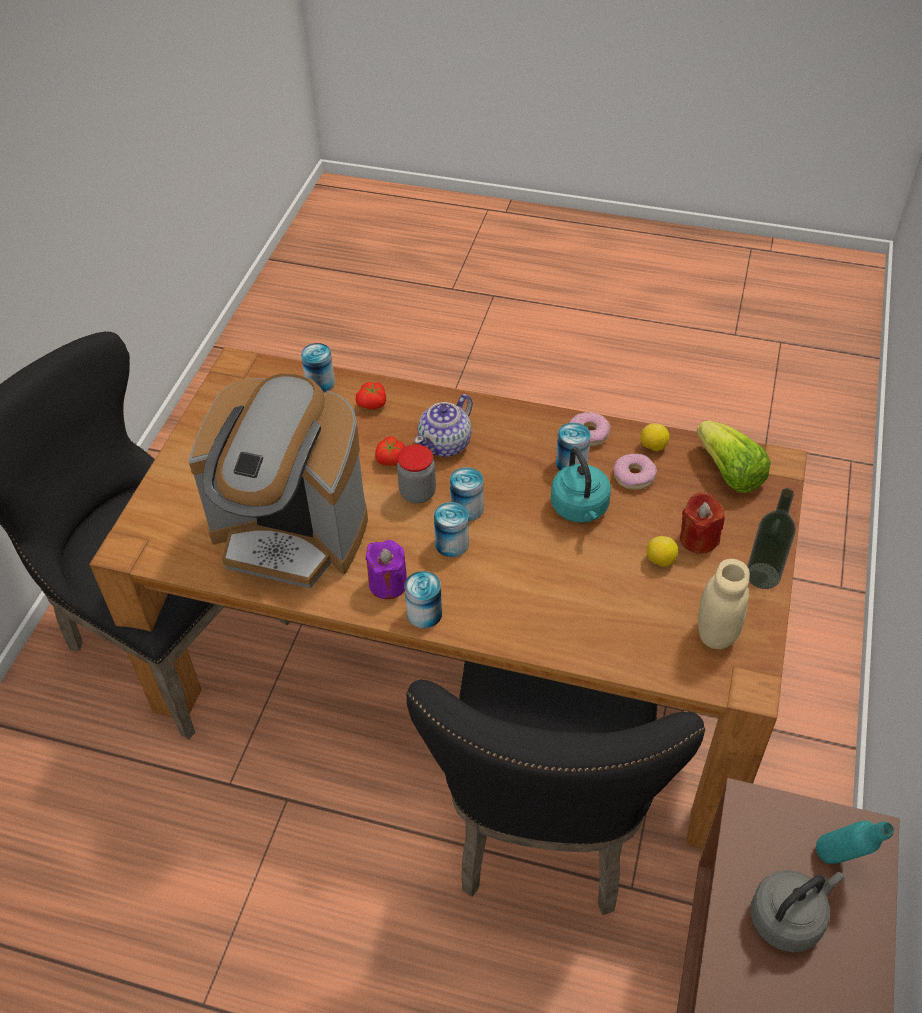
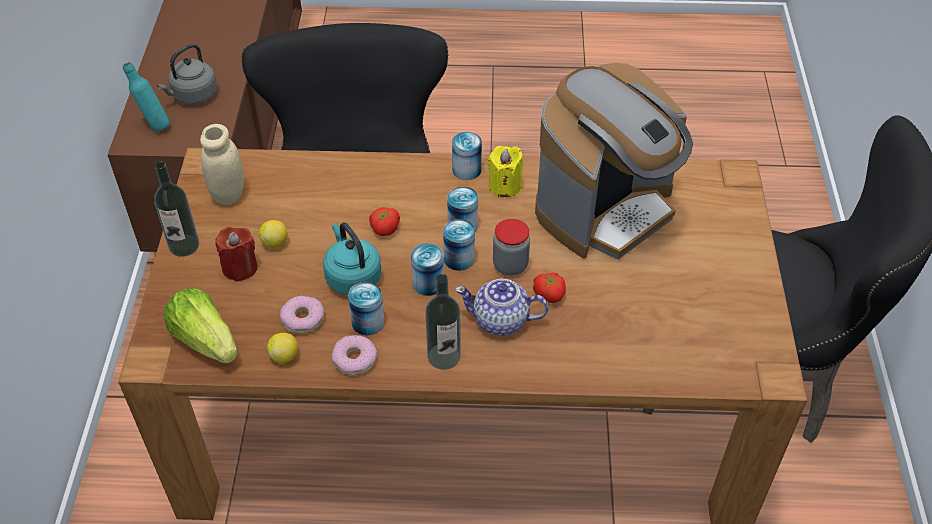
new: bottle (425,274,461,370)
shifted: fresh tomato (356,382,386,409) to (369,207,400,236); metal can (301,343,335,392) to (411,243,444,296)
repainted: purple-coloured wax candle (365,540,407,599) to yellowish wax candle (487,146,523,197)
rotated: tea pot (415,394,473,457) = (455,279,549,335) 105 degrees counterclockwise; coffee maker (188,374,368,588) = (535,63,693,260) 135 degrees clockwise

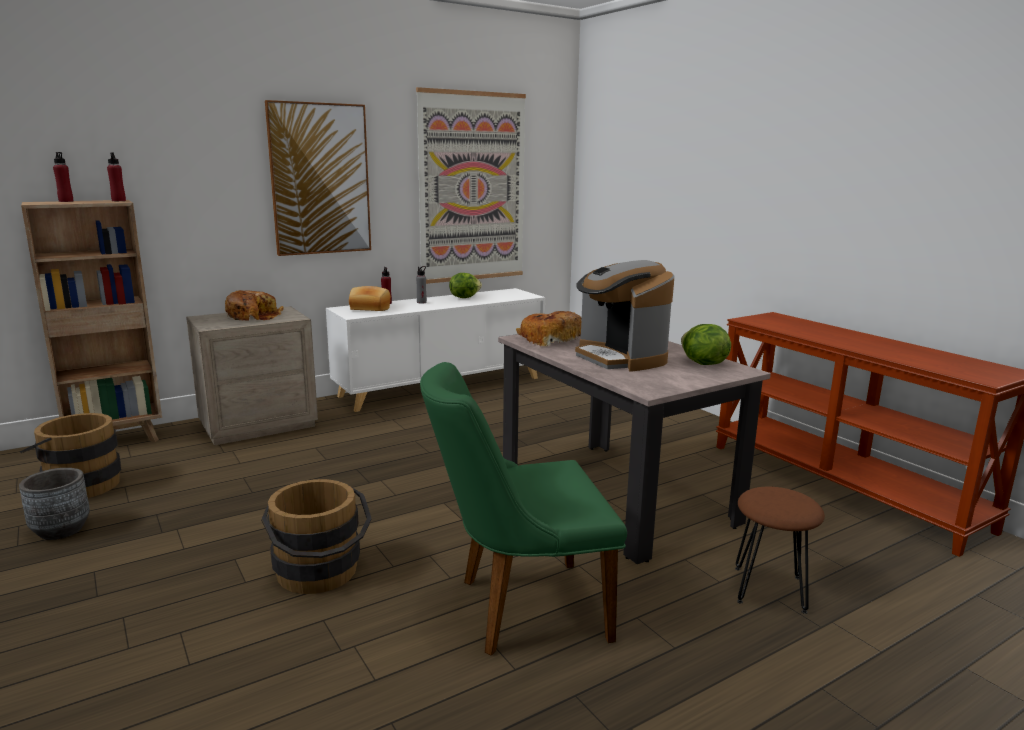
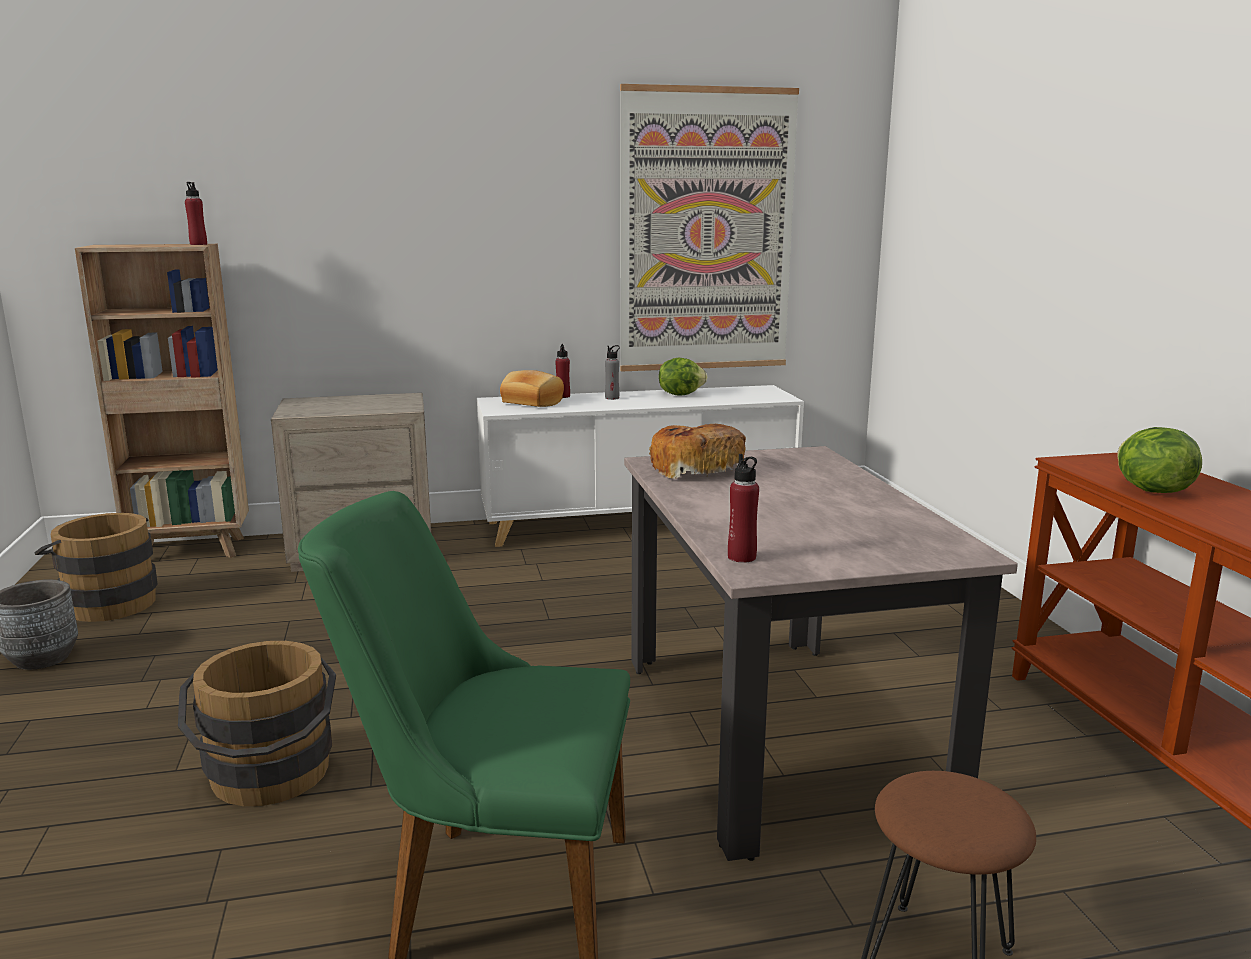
gone: bakery bread (225,290,283,321); picture (265,100,371,256); coffee maker (575,260,674,372)
shifted: red-coloured bottle (53,152,73,202) to (728,454,759,563); lettuce head (681,324,731,365) to (1118,427,1202,493)

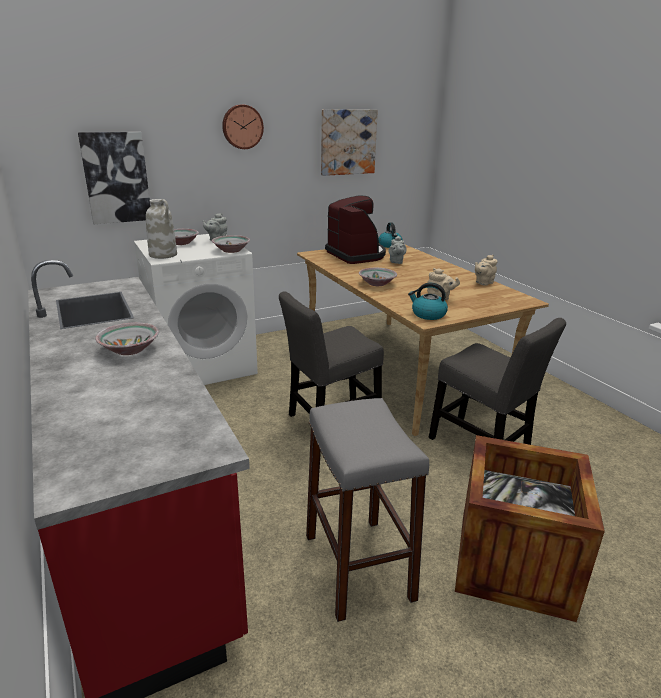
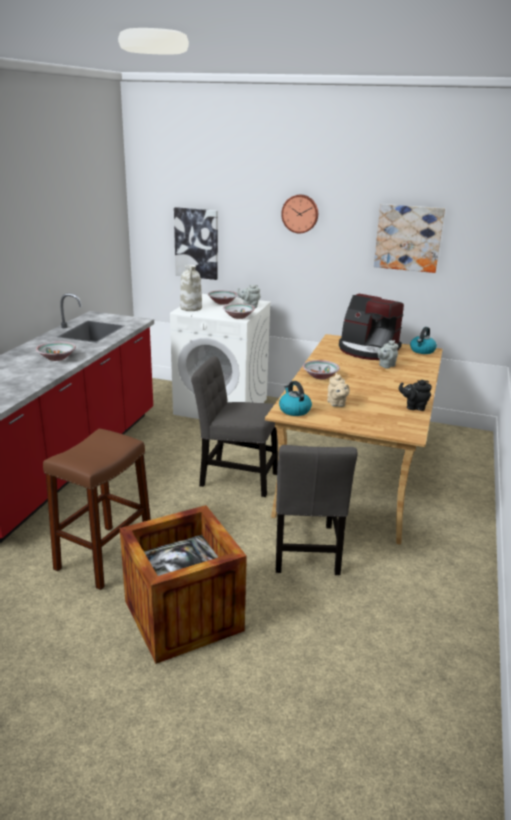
repainted: grey sitting stool (306,398,429,622) to brownish sitting stool (43,429,151,590); beige tea pot (475,255,498,286) to black-coloured tea pot (399,380,432,411)
rotated: coffee maker (325,195,386,264) = (339,294,404,360) 105 degrees clockwise

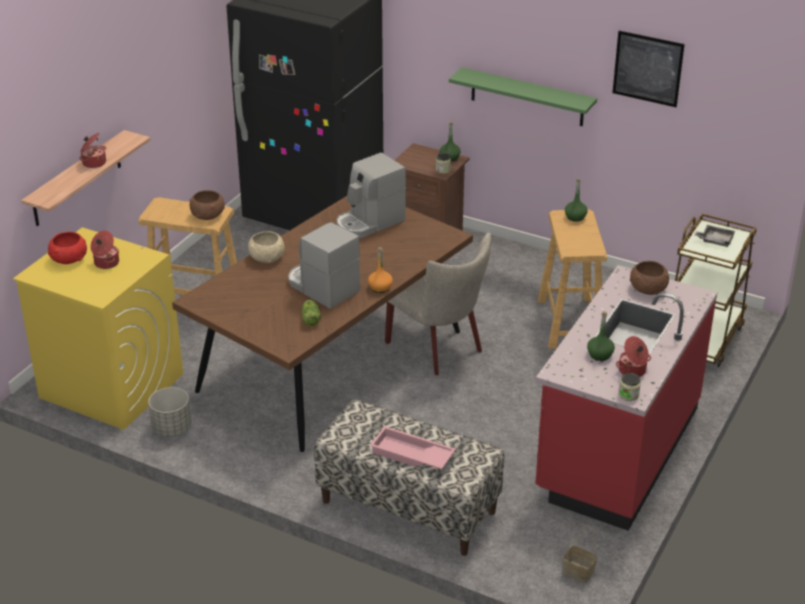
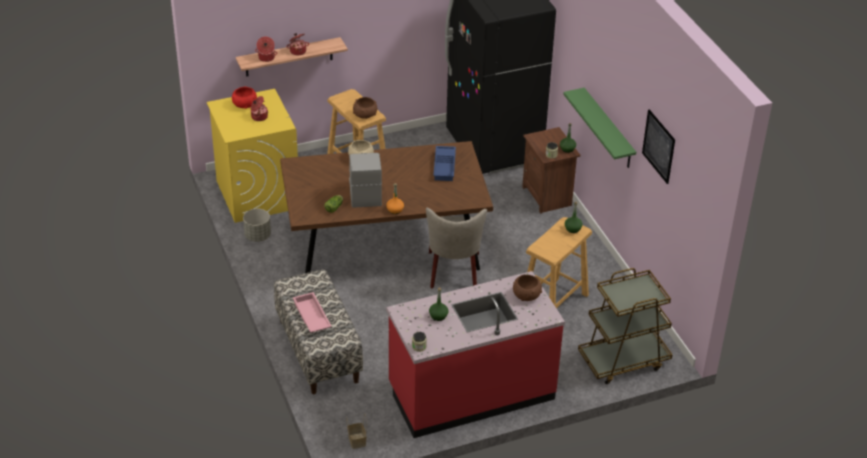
gone: grey serving tray (694,225,735,247)
shifted: saucepot (616,336,651,377) to (255,37,277,62)
swapped: coffee maker (337,152,406,238) to blue-coloured serving tray (433,146,456,181)

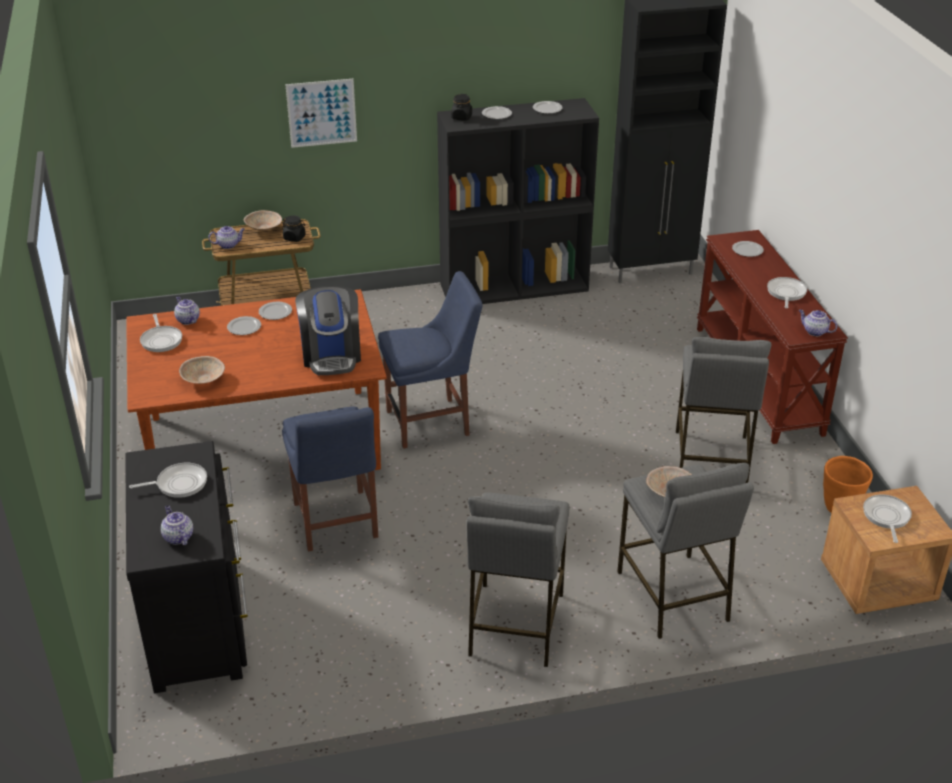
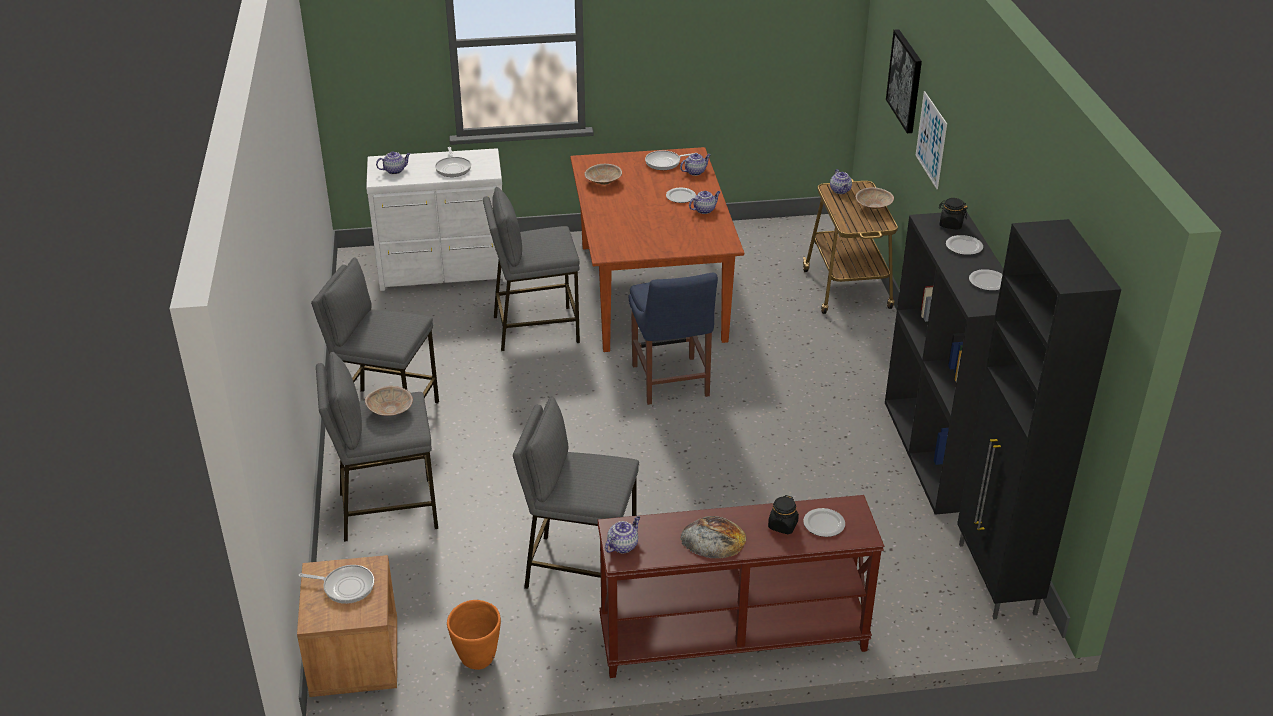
gone: coffee maker (295,286,361,375)
new: picture (886,29,922,133)
shifted: black-coloured jar (282,215,306,242) to (768,495,799,534)
swapped: blue-coloured chair (282,407,378,552) to grey sitting stool (483,187,580,351); skillet (767,277,807,308) to bakery bread (680,516,746,559); flat dish (259,302,292,320) to tea pot (689,191,720,214)
repainted: black-coloured drawer chest (125,441,248,693) to whitish drawer chest (366,148,507,291)

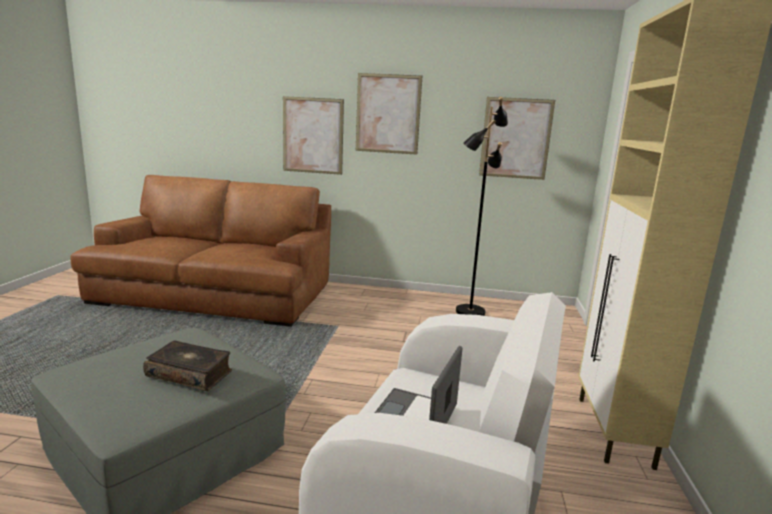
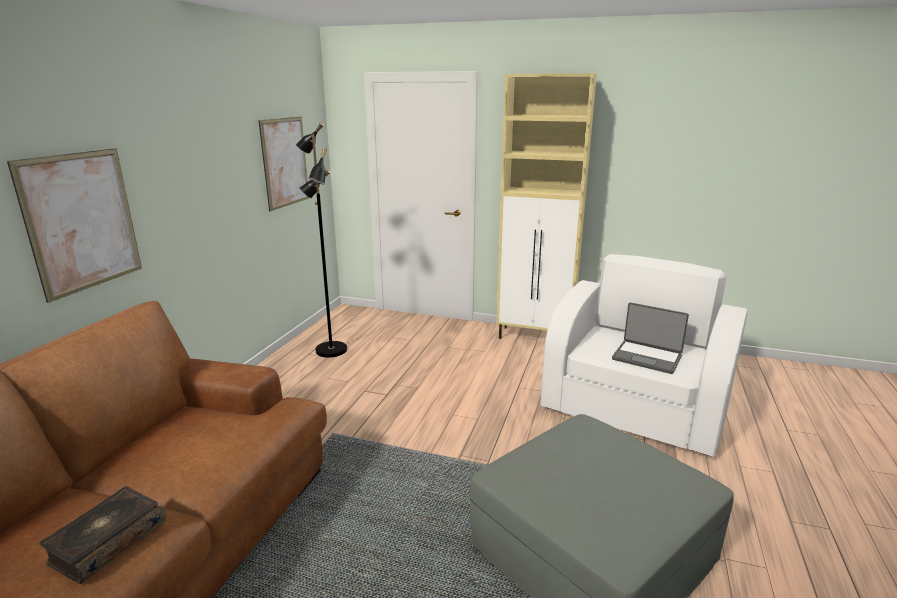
gone: picture (356,73,422,155)
shifted: volume (143,340,232,391) to (39,486,166,584)

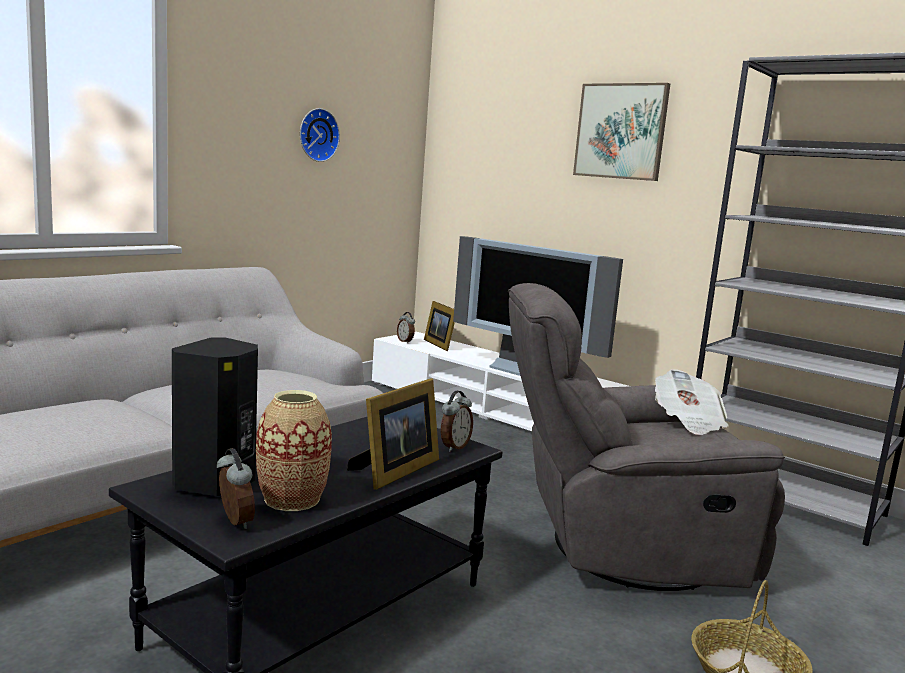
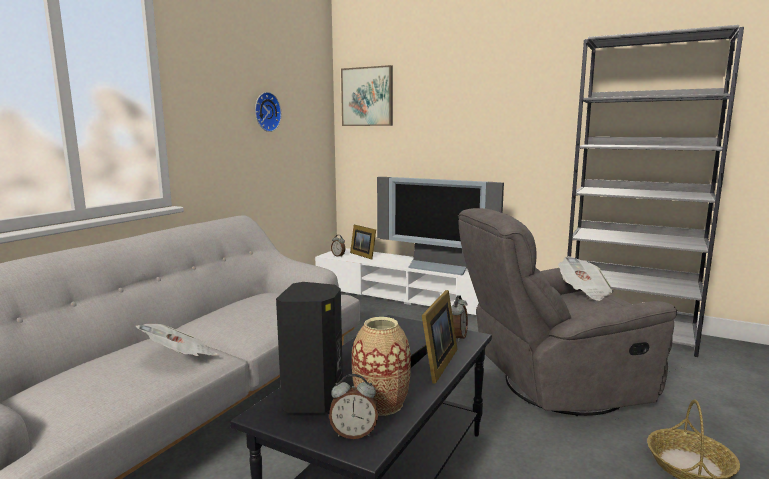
new: newspaper (136,324,219,356)
shifted: picture (573,83,670,181) to (341,65,393,126)
rotated: alarm clock (217,448,255,529) = (329,374,378,439) 135 degrees clockwise

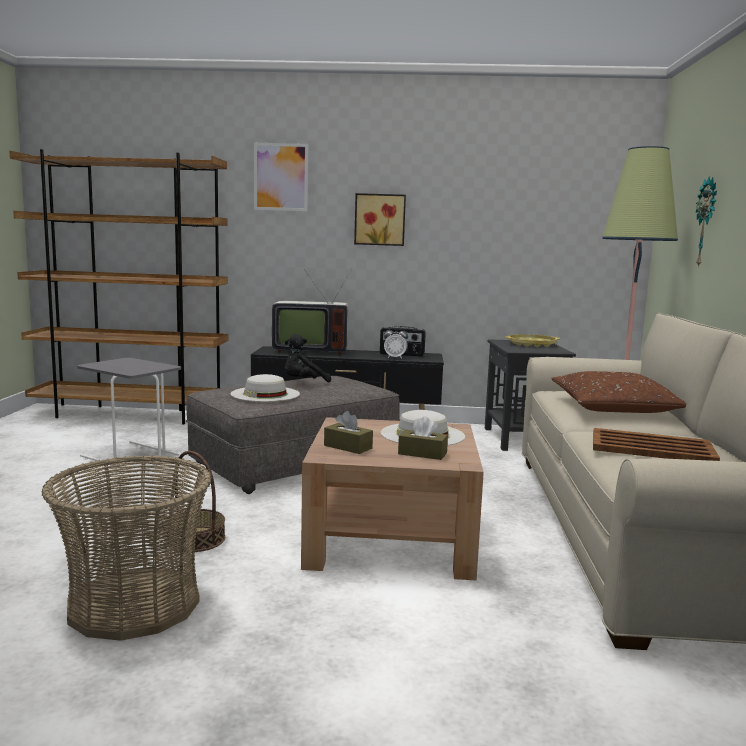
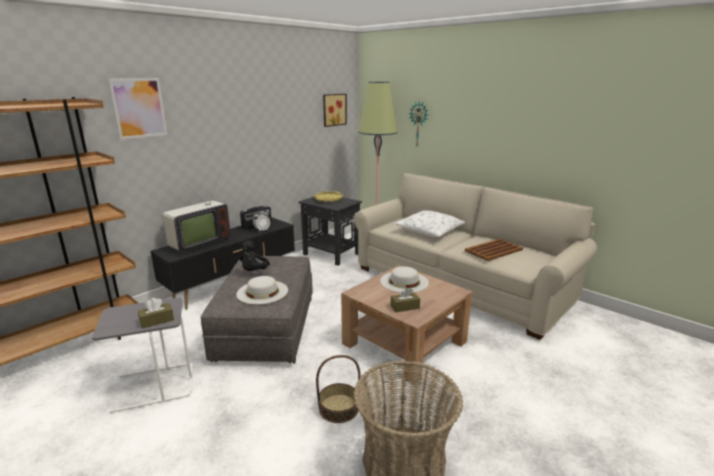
shifted: brownish tissue holder (398,416,448,460) to (138,298,174,329); picture (354,193,406,246) to (323,94,347,127)
repainted: brownish throw pillow (552,371,686,413) to whitish throw pillow (394,210,465,237)

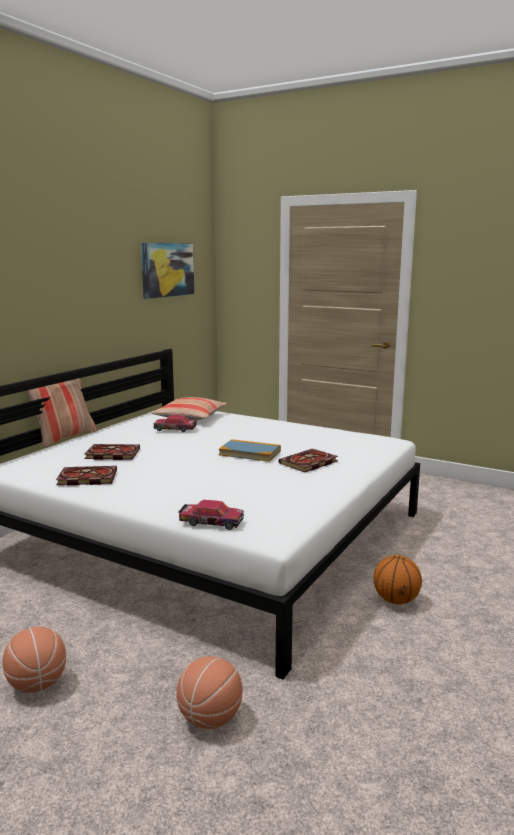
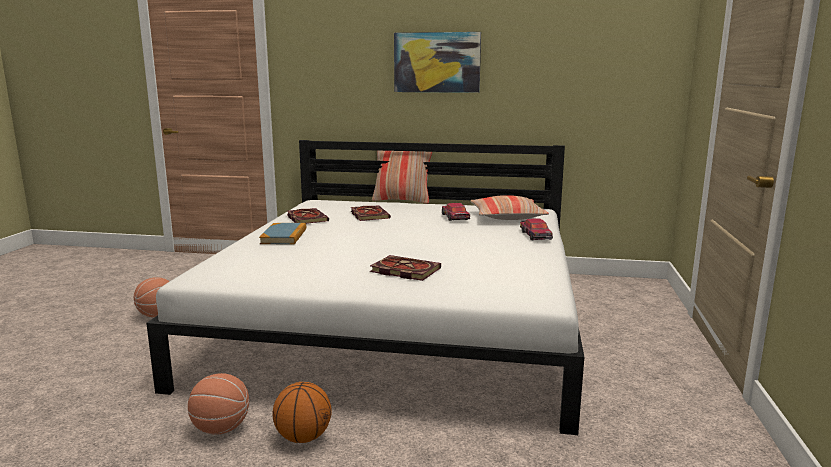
shifted: basketball ball (176,656,242,729) to (188,373,249,435); volume (219,439,281,462) to (259,223,306,244); picture (141,243,194,299) to (394,32,481,93); miniature car (178,500,244,530) to (520,218,553,240)

